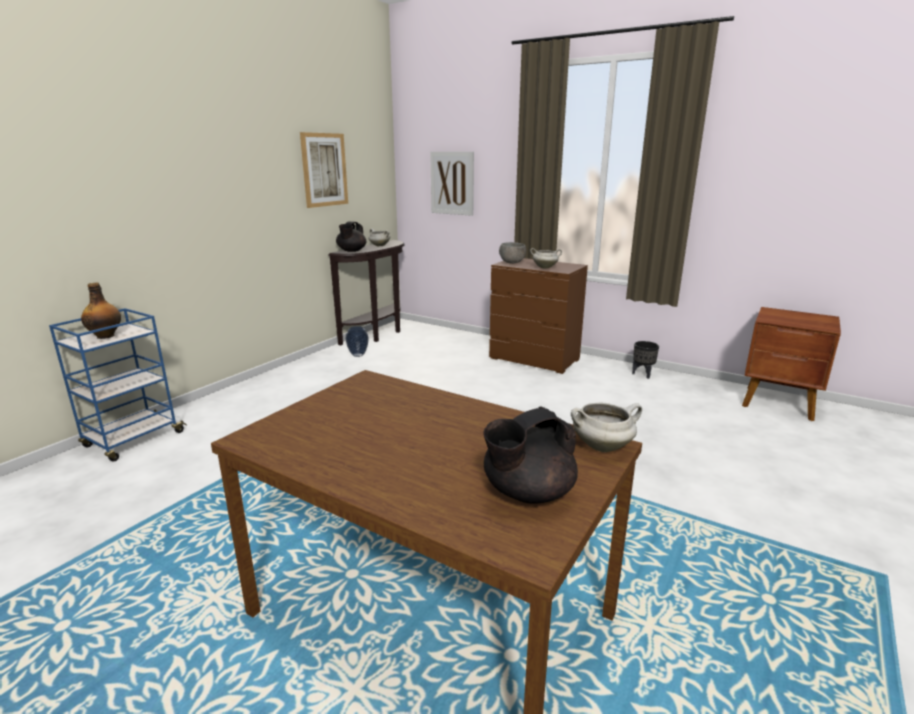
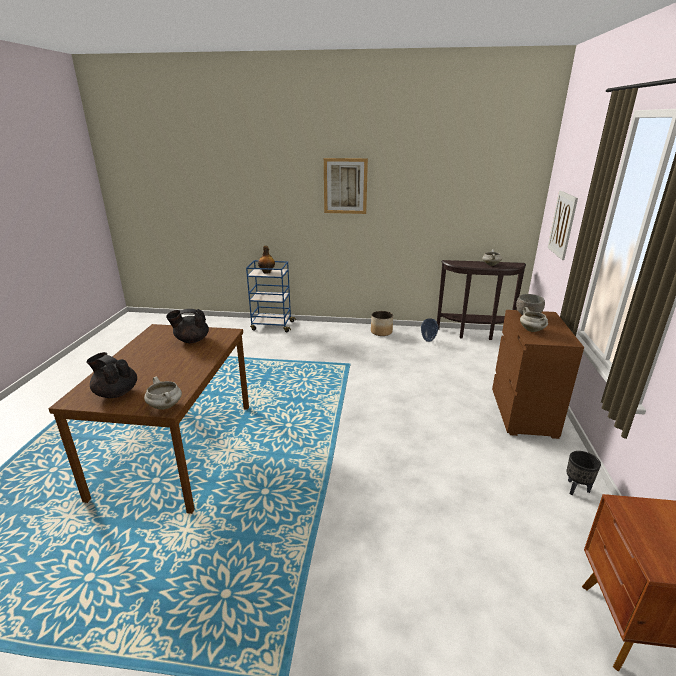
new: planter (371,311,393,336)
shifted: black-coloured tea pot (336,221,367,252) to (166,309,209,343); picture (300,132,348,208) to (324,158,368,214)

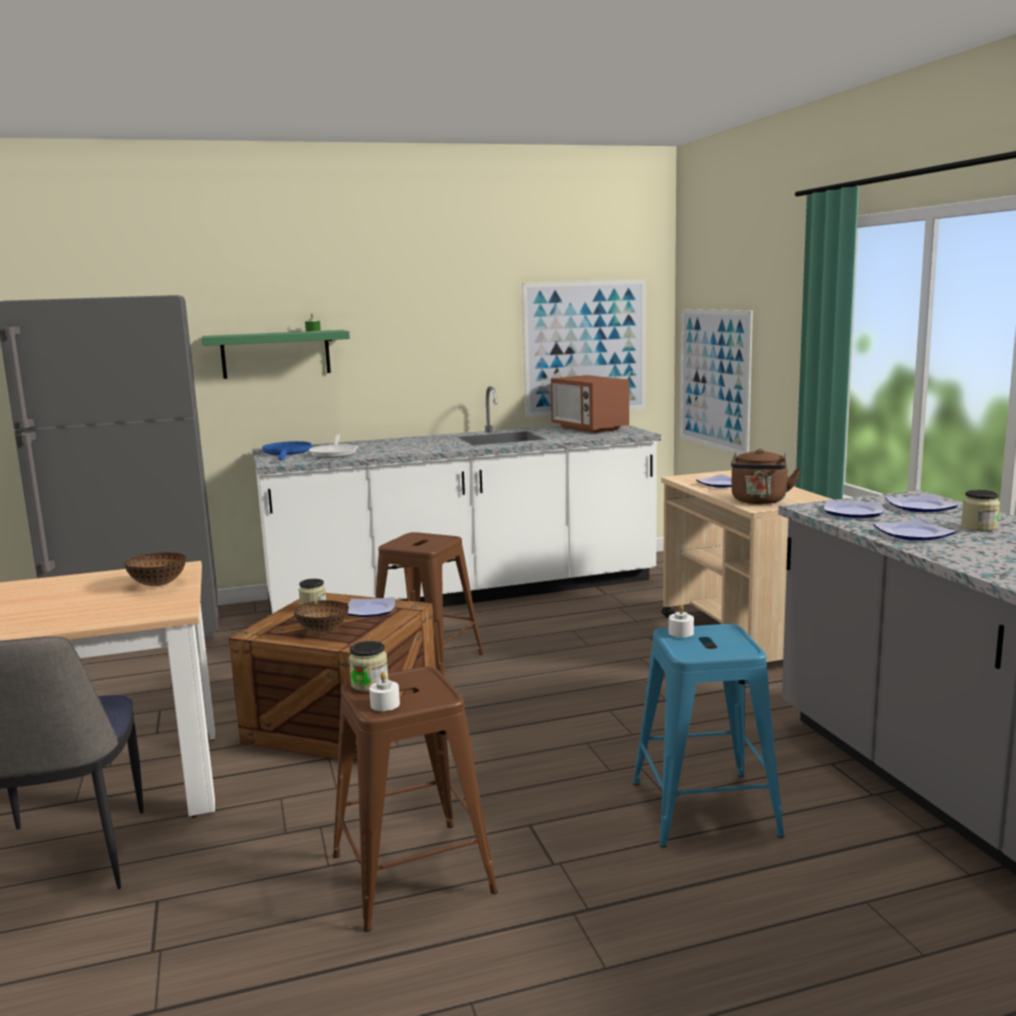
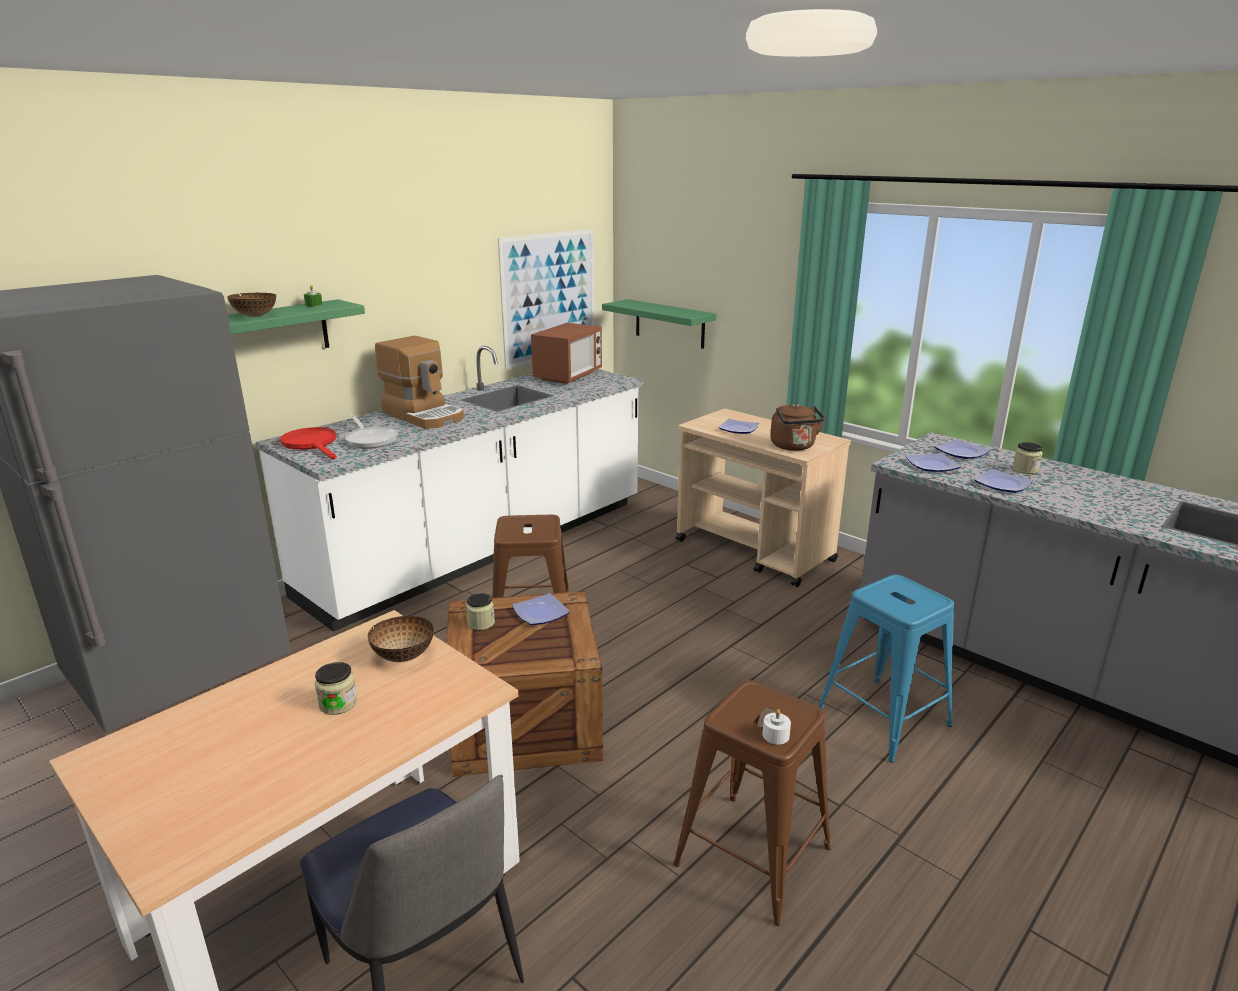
gone: whitish wax candle (669,604,694,637)
new: coffee maker (375,336,464,429)
shifted: deep dish (294,600,349,633) to (227,293,276,317); jar (349,641,389,691) to (315,662,357,715)
swapped: picture (680,309,753,455) to greenish shelf (602,299,717,349)
repainted: blue-coloured skillet (262,441,312,460) to red-coloured skillet (280,427,337,460)
rotated: microwave (551,375,629,433) = (531,323,602,384) 90 degrees counterclockwise

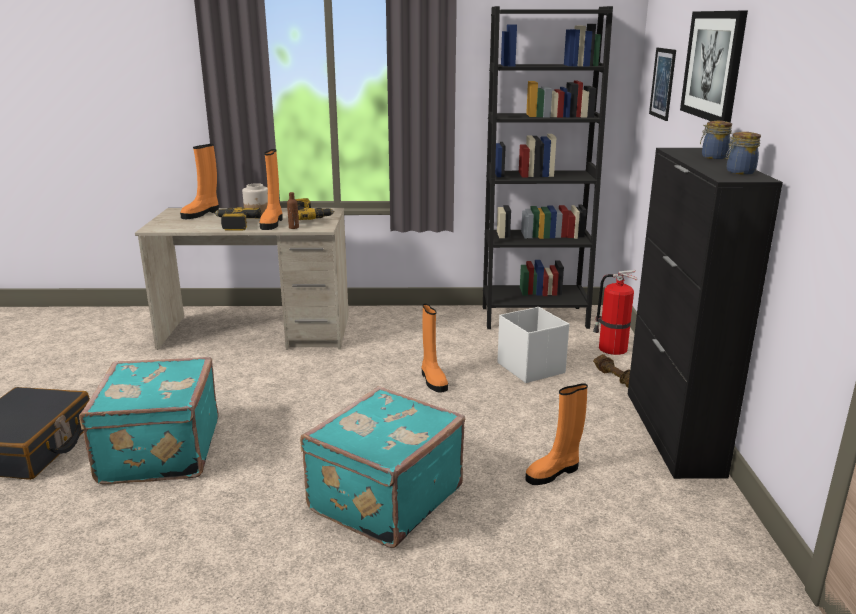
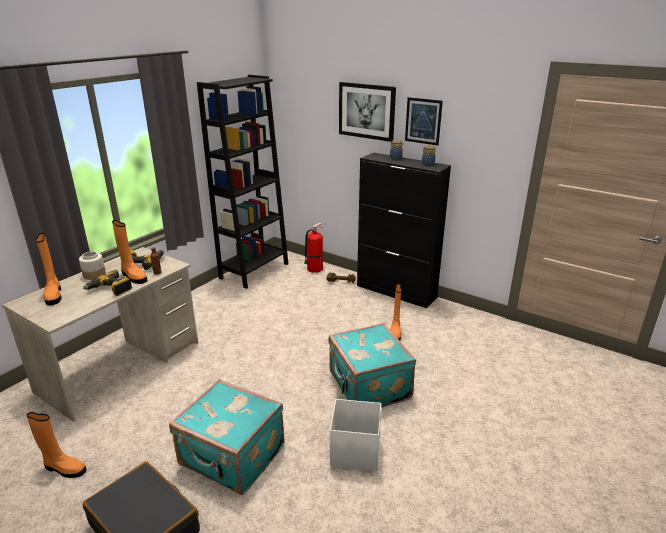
shifted: orangey tall boot (422,304,448,393) to (27,412,87,478); whitish storage container (498,307,569,383) to (330,399,381,472); picture (649,48,676,121) to (405,97,443,146)

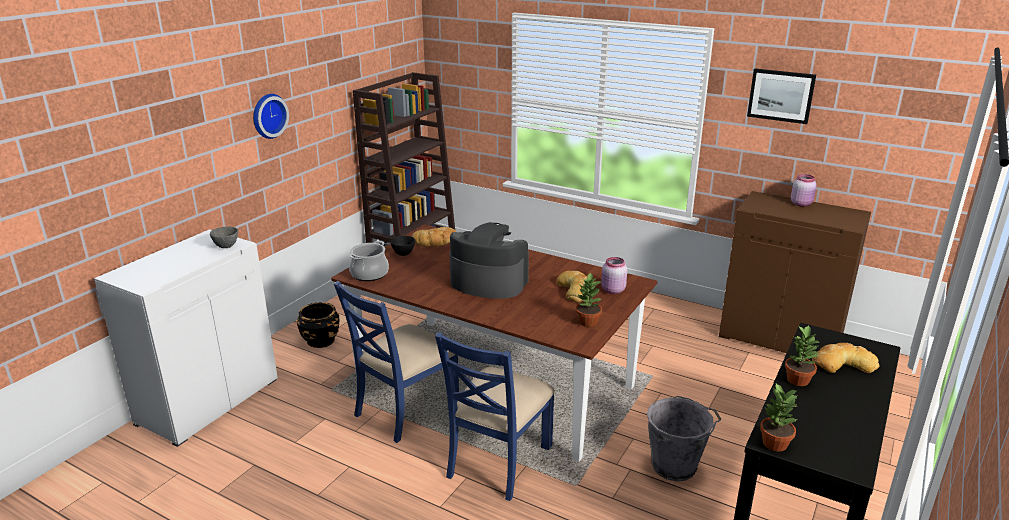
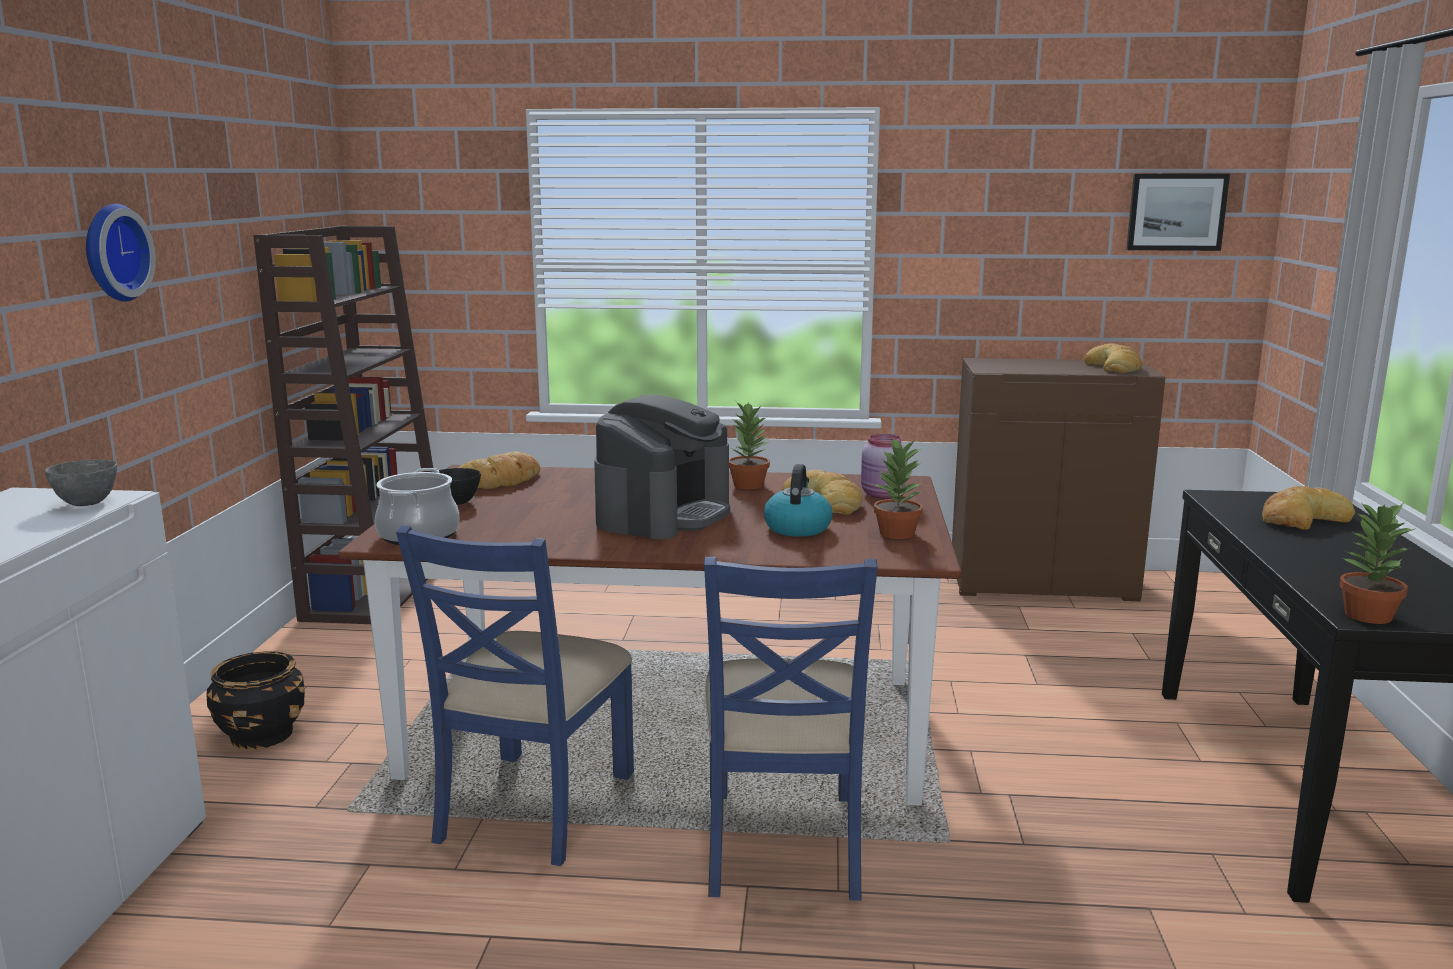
gone: grey water bucket (647,396,721,481); pink jar (791,174,816,207)
new: kettle (764,464,833,537); bakery bread (1084,343,1142,373)
shifted: plant in a pot (785,325,820,386) to (729,402,770,489); picture (747,69,816,124) to (1126,174,1230,251)
rotated: coffee maker (449,222,529,299) = (594,395,730,539) 120 degrees clockwise

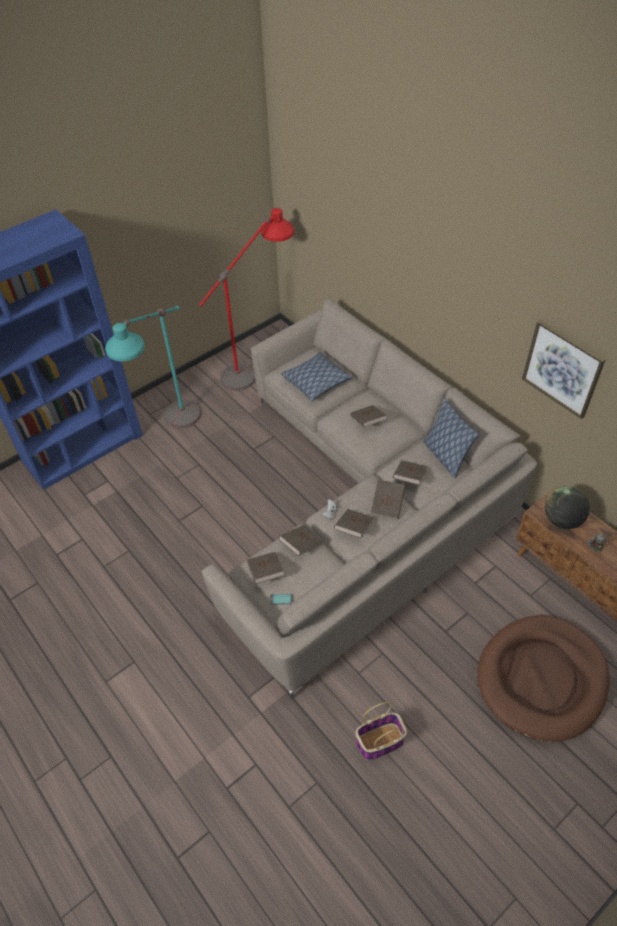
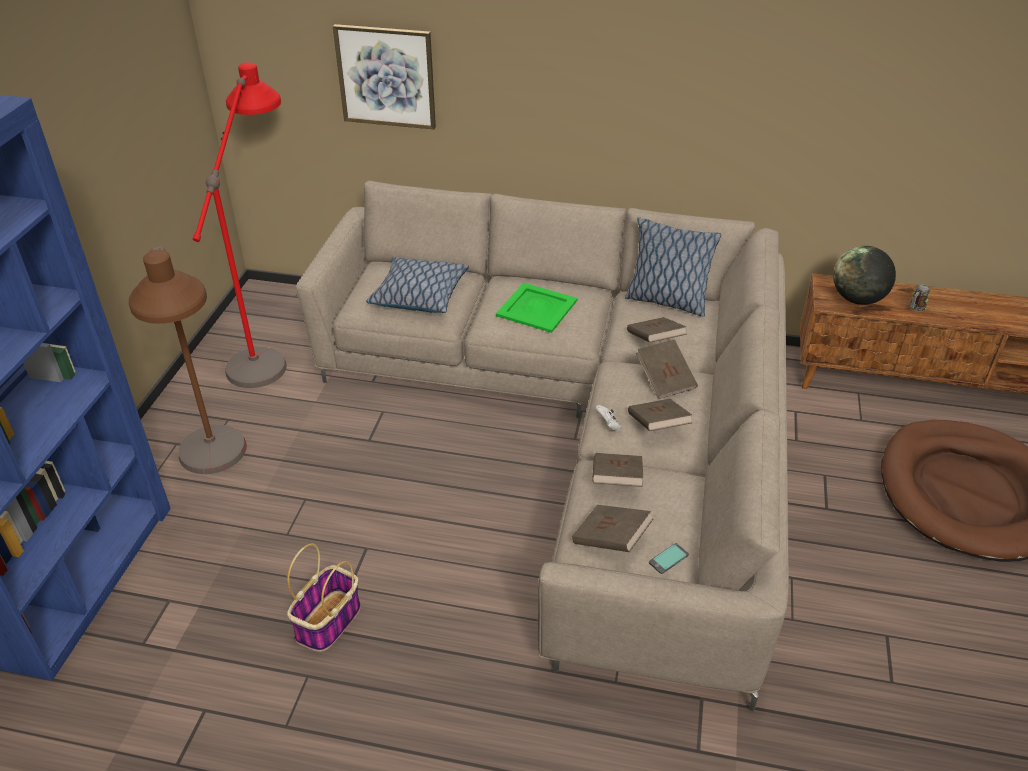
shifted: basket (355,702,407,760) to (287,544,361,652); picture (522,320,605,419) to (333,24,436,129)
swapped: brownish volume (351,405,387,427) to greenish serving tray (496,283,578,333)
repainted: turquoise floor lamp (105,306,201,429) to brownish floor lamp (129,246,247,474)

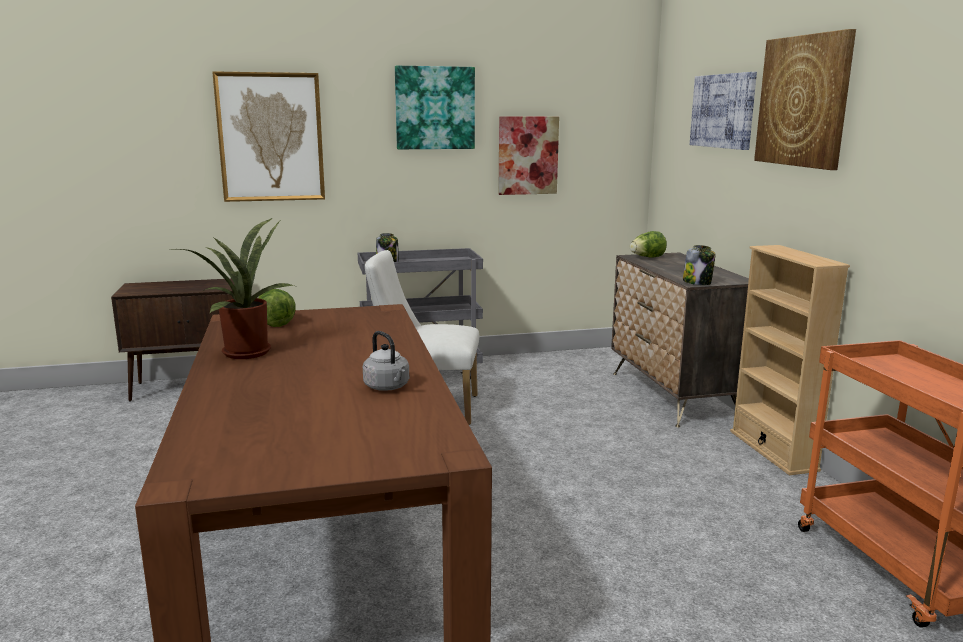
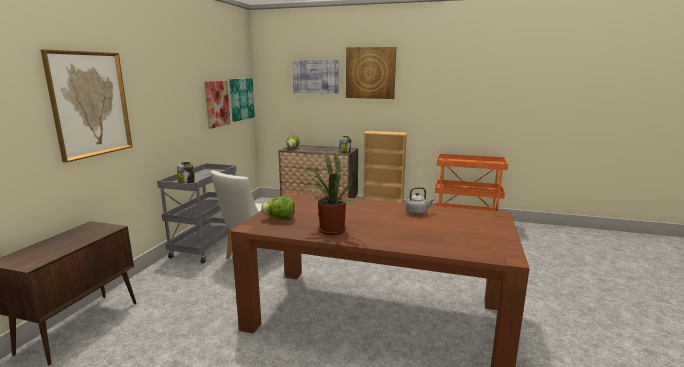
shifted: picture (395,66,475,149) to (229,78,255,122)

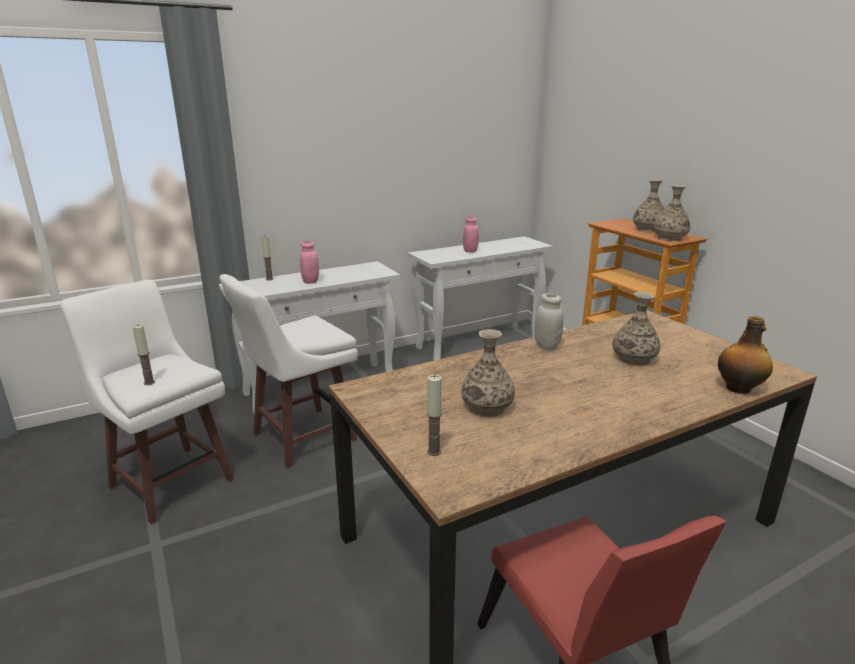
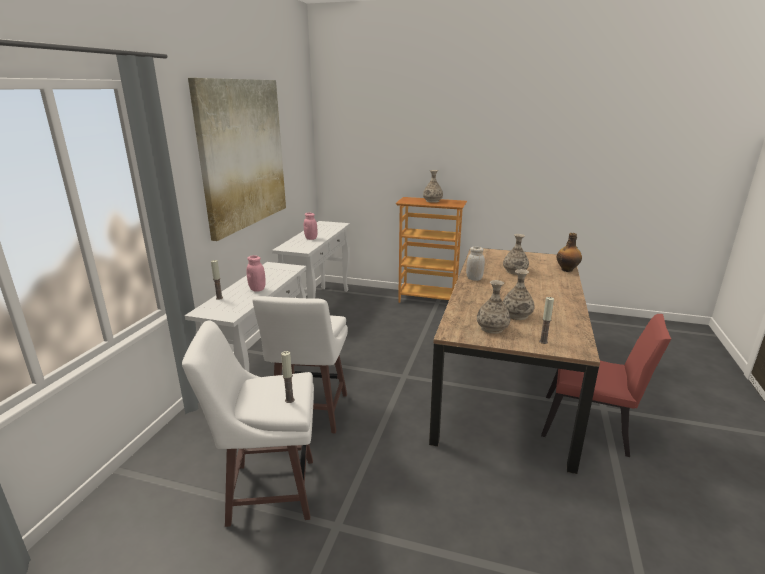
new: picture (188,78,286,241)
shifted: decorative vase (653,185,690,241) to (477,280,510,334)

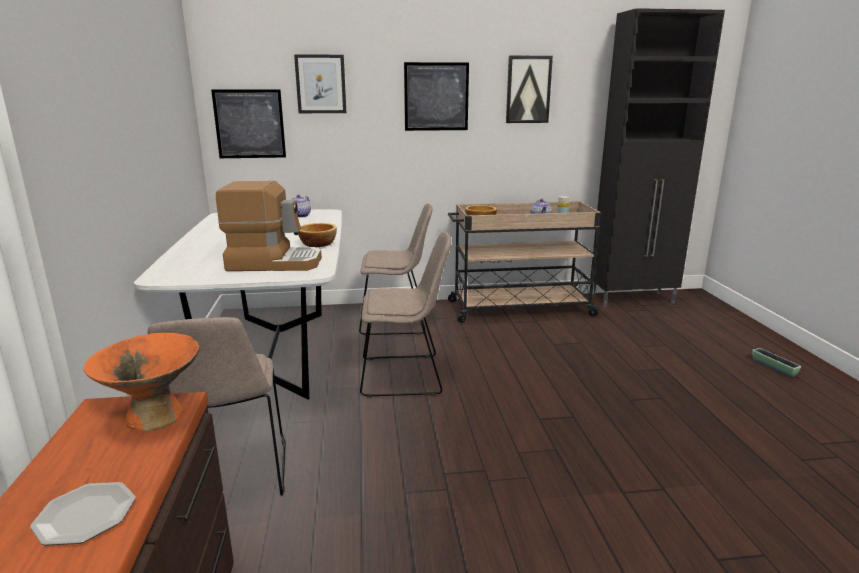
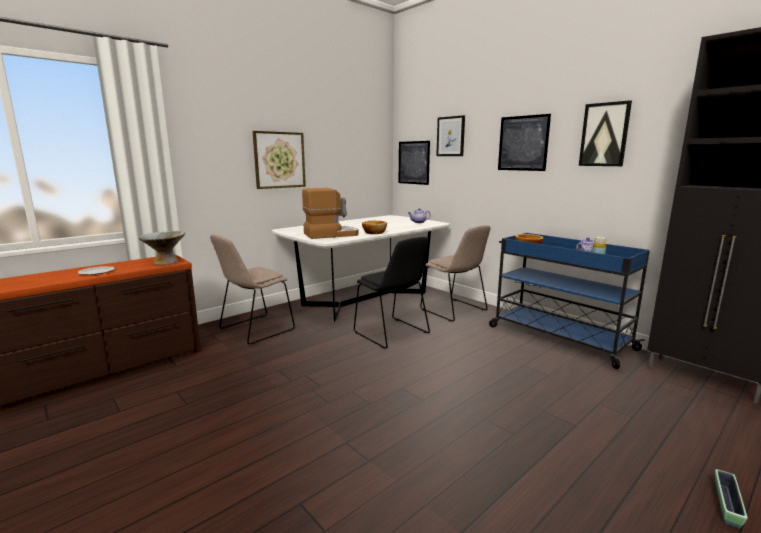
new: picture (253,131,306,189)
repainted: orangey deep dish (84,333,200,431) to grey deep dish (139,231,186,265); beige chair (360,232,451,398) to black-coloured chair (354,237,430,349); beige cart (448,201,601,323) to blue-coloured cart (489,233,650,369)
rotated: coffee maker (216,181,322,271) = (302,188,359,239) 75 degrees counterclockwise

